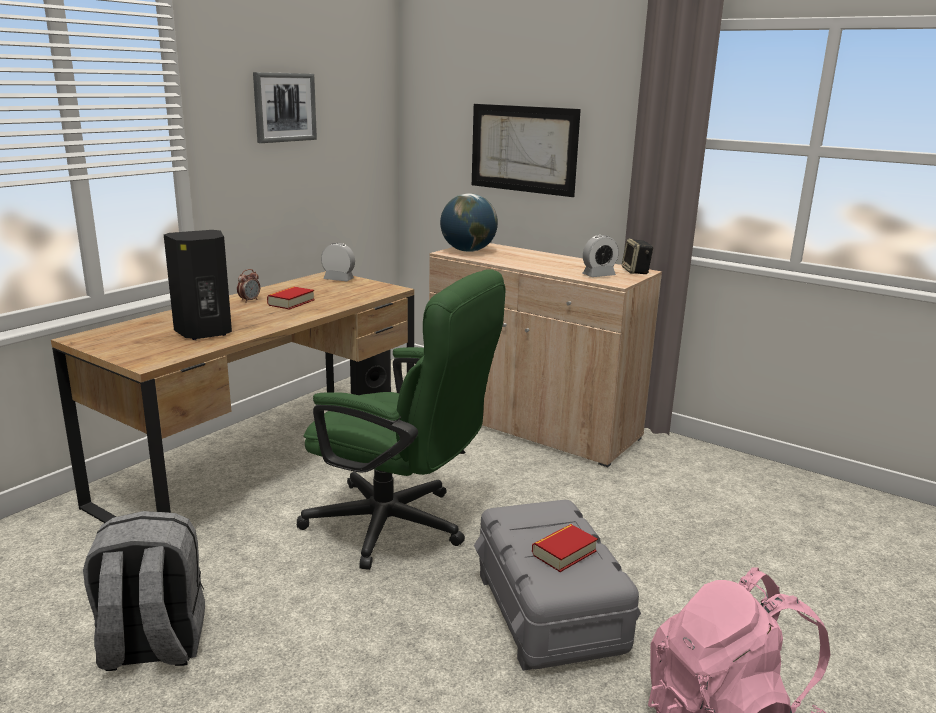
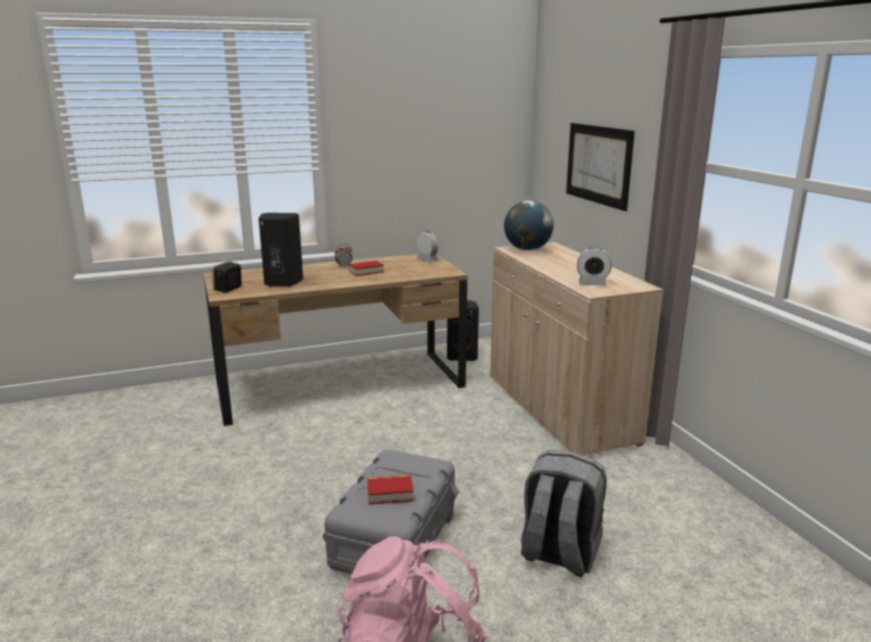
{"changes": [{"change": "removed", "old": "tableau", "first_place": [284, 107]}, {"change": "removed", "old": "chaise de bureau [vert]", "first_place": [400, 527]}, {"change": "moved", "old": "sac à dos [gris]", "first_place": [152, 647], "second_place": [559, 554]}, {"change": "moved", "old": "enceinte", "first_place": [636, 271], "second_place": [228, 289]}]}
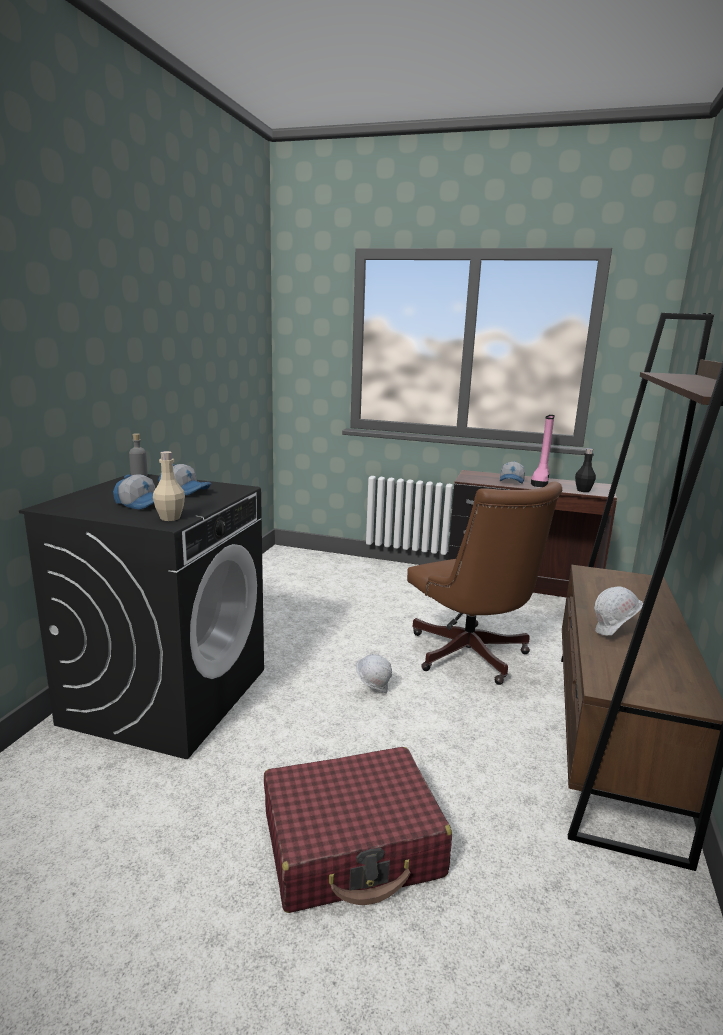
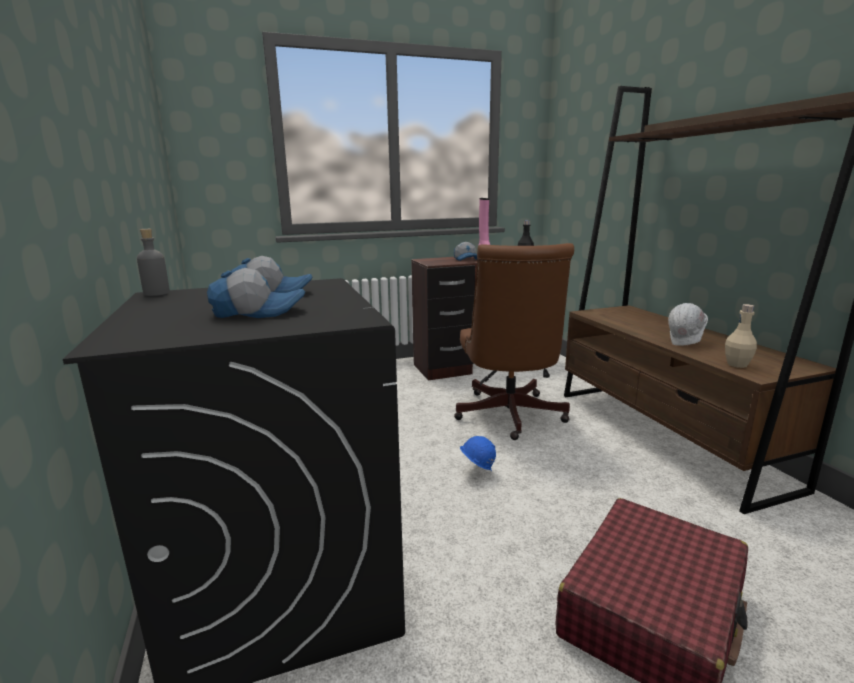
{"changes": [{"change": "moved", "old": "bouteille [beige]", "first_place": [170, 518], "second_place": [737, 364]}, {"change": "recoloured", "old": "casque de chantier [blanc]", "new": "casque de chantier [bleu]", "first_place": [373, 689], "second_place": [476, 472]}, {"change": "turned", "old": "chaise de bureau [marron]", "first_place": [471, 657], "second_place": [509, 417], "degrees": 60}]}
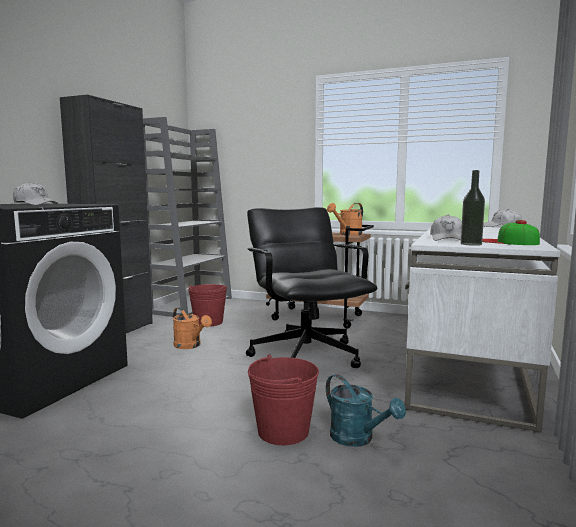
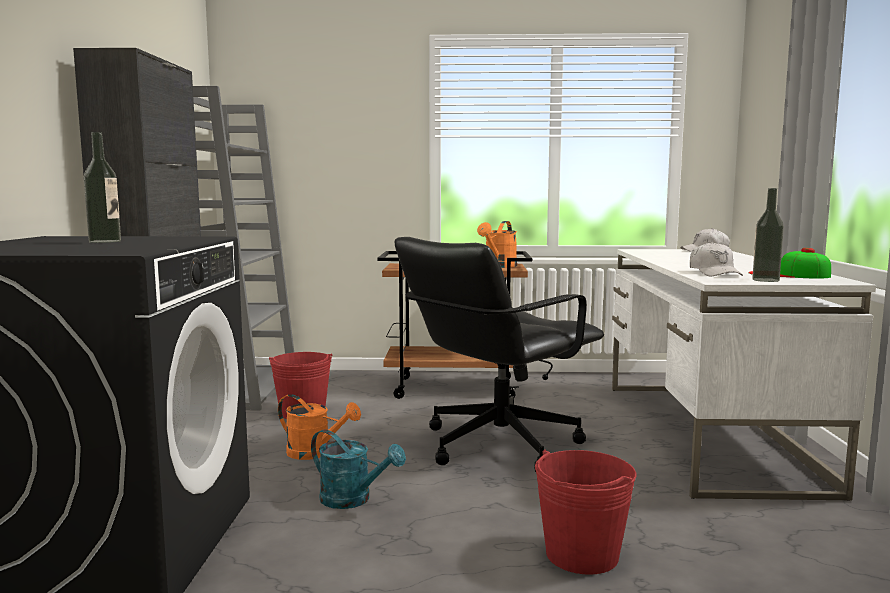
{"changes": [{"change": "moved", "old": "arrosoir [turquoise]", "first_place": [358, 439], "second_place": [353, 500]}, {"change": "replaced", "old": "casquette [blanc]", "new": "bouteille", "first_place": [35, 204], "second_place": [105, 241]}, {"change": "turned", "old": "chaise de bureau [noir]", "first_place": [306, 355], "second_place": [497, 445], "degrees": -90}]}
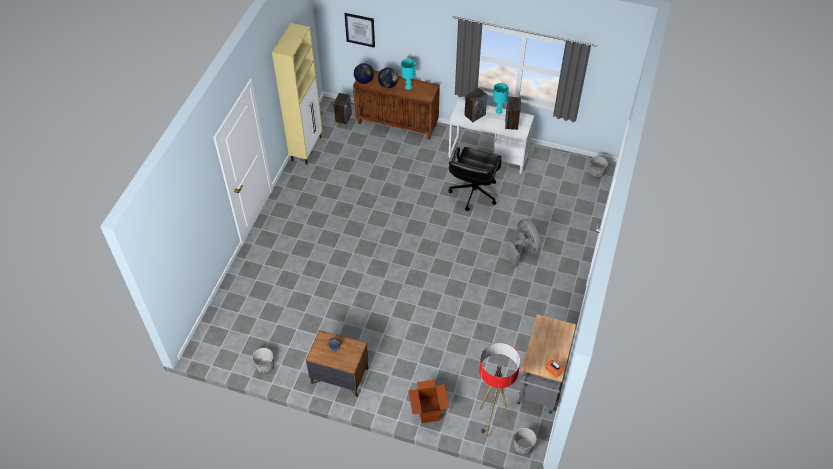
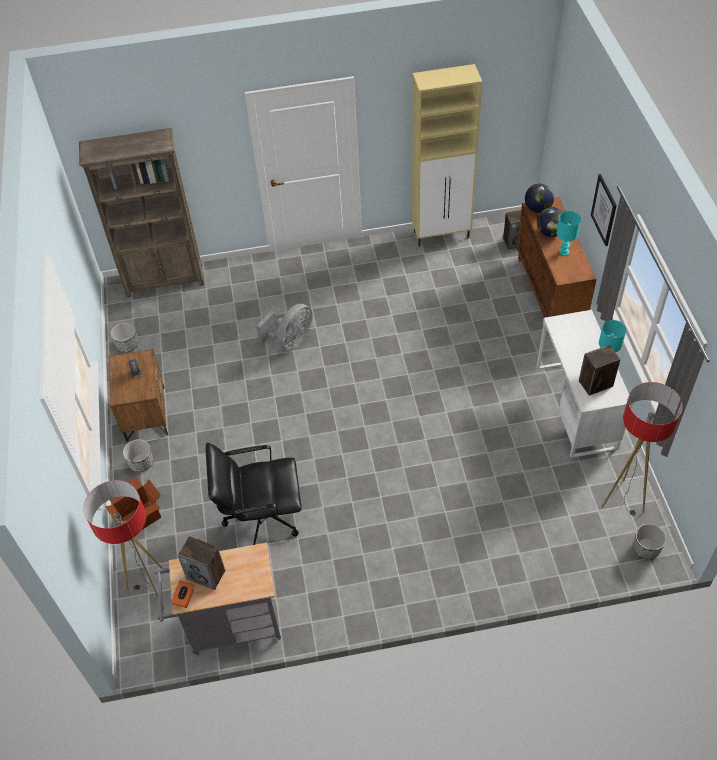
{"changes": [{"change": "added", "new": "bibliothèque [marron]", "second_place": [165, 280]}, {"change": "added", "new": "lampadaire", "second_place": [622, 500]}, {"change": "moved", "old": "tableau", "first_place": [360, 29], "second_place": [604, 210]}, {"change": "moved", "old": "chaise de bureau [noir]", "first_place": [473, 193], "second_place": [261, 518]}, {"change": "moved", "old": "enceinte", "first_place": [475, 115], "second_place": [206, 574]}, {"change": "moved", "old": "ventilateur [gris]", "first_place": [523, 250], "second_place": [290, 340]}, {"change": "moved", "old": "cache-pot", "first_place": [523, 446], "second_place": [141, 463]}]}
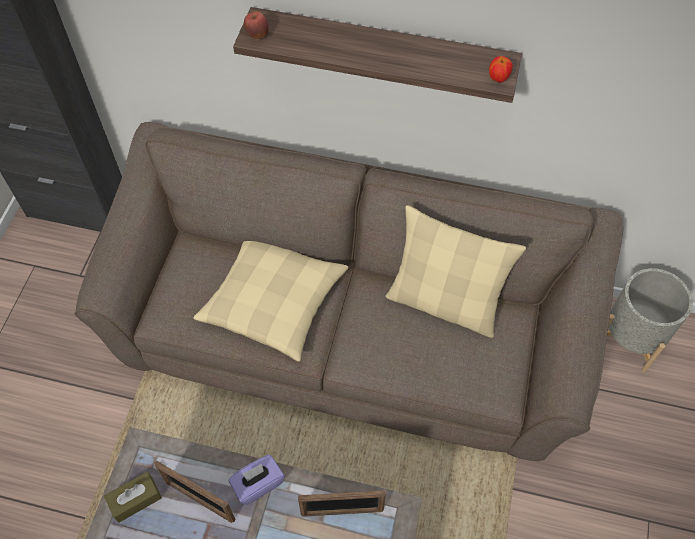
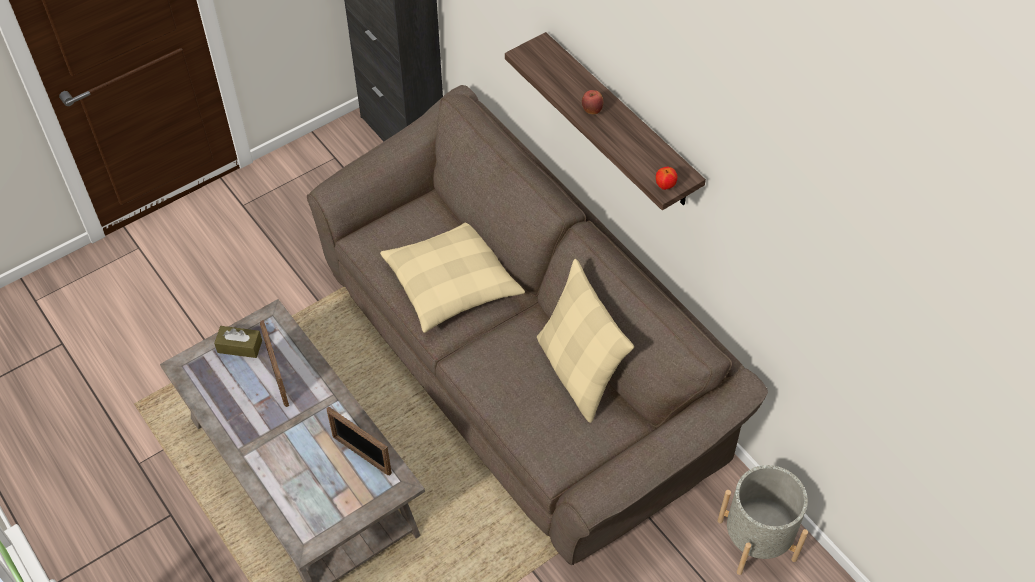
{"changes": [{"change": "removed", "old": "boîte à mouchoirs [violet]", "first_place": [258, 484]}, {"change": "moved", "old": "pomme", "first_place": [257, 35], "second_place": [592, 110]}]}
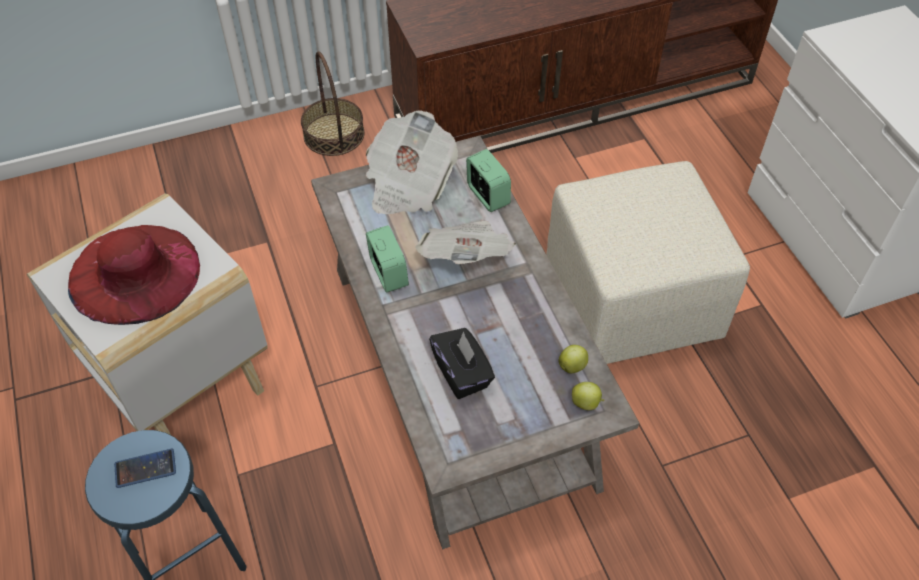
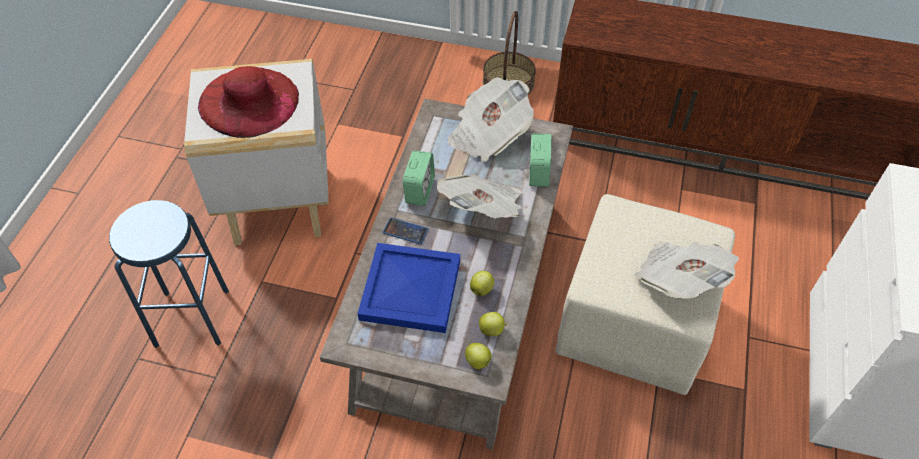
{"changes": [{"change": "added", "new": "pomme", "second_place": [482, 289]}, {"change": "added", "new": "journal", "second_place": [679, 280]}, {"change": "moved", "old": "téléphone", "first_place": [145, 468], "second_place": [405, 231]}, {"change": "replaced", "old": "boîte à mouchoirs [noir]", "new": "plateau [bleu]", "first_place": [462, 373], "second_place": [409, 288]}]}
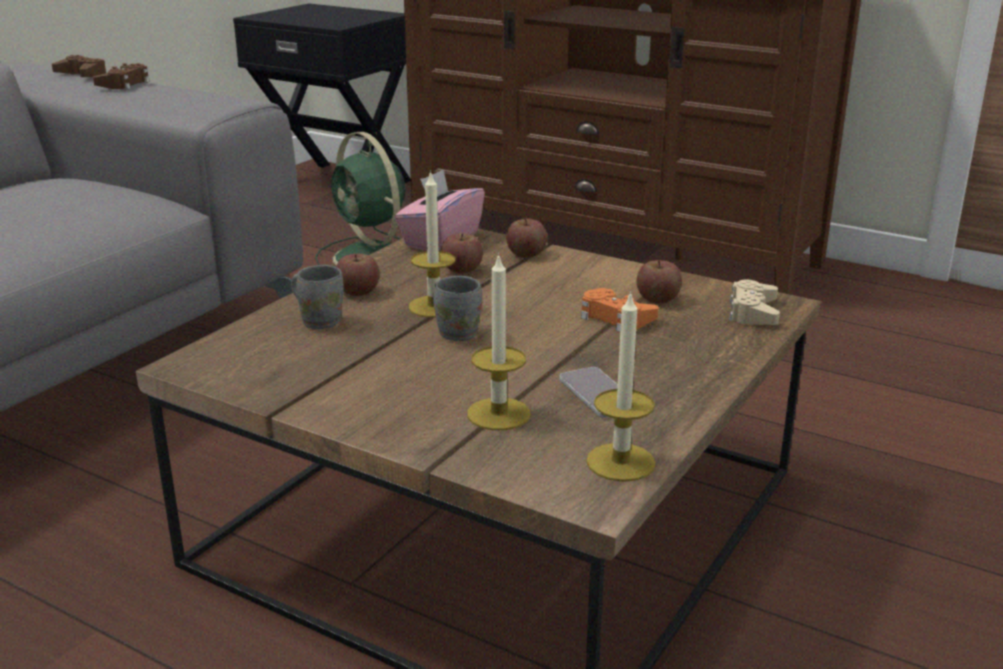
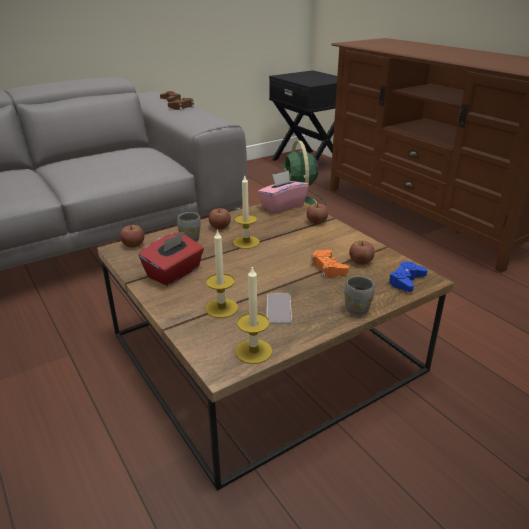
{"changes": [{"change": "added", "new": "boîte à mouchoirs [rouge]", "second_place": [174, 273]}, {"change": "moved", "old": "mug [gris]", "first_place": [461, 333], "second_place": [359, 310]}, {"change": "moved", "old": "pomme", "first_place": [462, 269], "second_place": [133, 244]}, {"change": "recoloured", "old": "manette [beige]", "new": "manette [bleu]", "first_place": [753, 312], "second_place": [406, 281]}]}
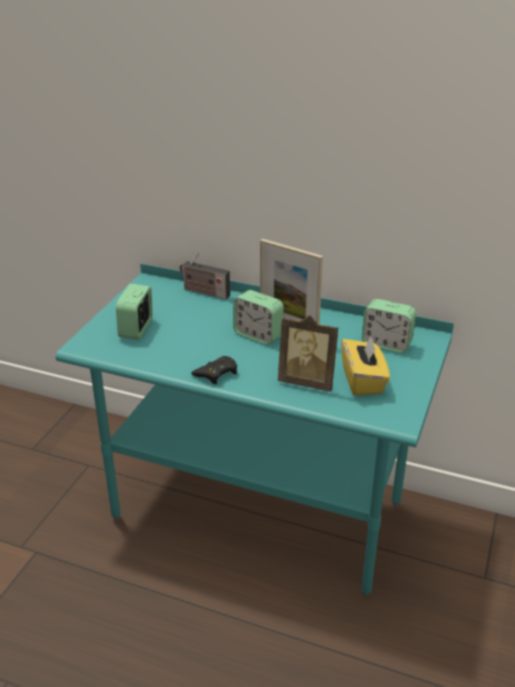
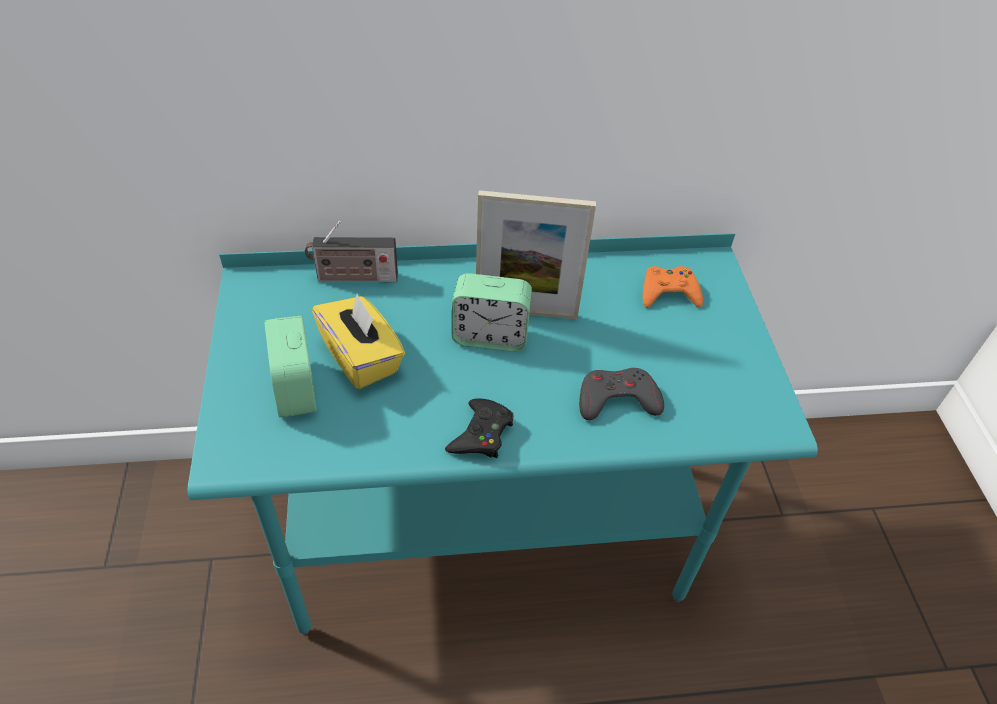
{"changes": [{"change": "moved", "old": "boîte à mouchoirs [jaune]", "first_place": [363, 381], "second_place": [362, 358]}, {"change": "replaced", "old": "cadre photo", "new": "manette [gris]", "first_place": [307, 381], "second_place": [617, 399]}, {"change": "replaced", "old": "réveil", "new": "manette [orange]", "first_place": [386, 344], "second_place": [668, 292]}]}
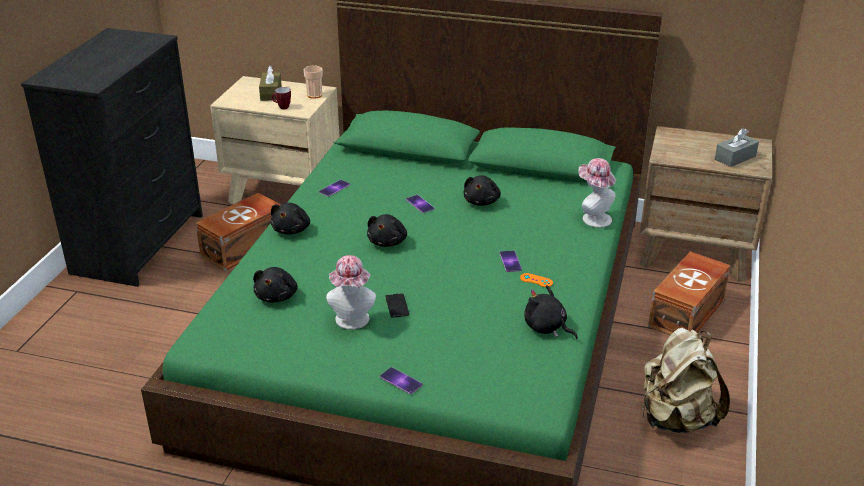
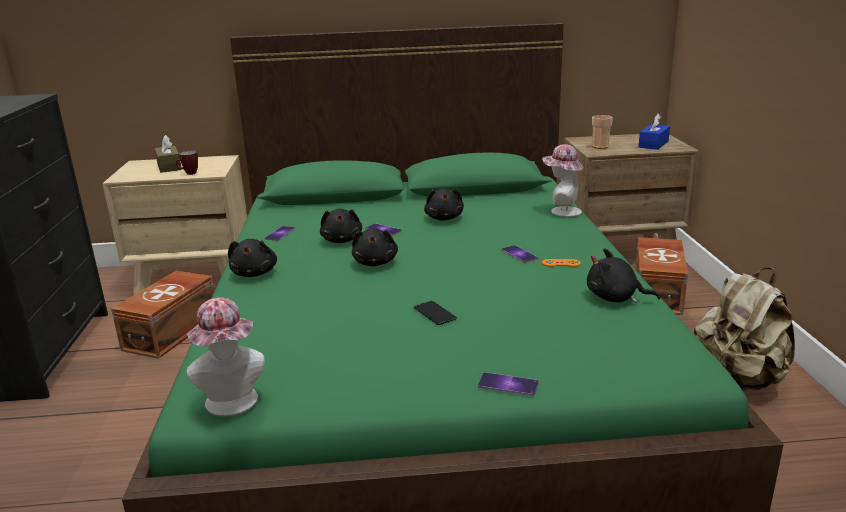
{"changes": [{"change": "moved", "old": "peluche [noir]", "first_place": [277, 296], "second_place": [342, 240]}, {"change": "moved", "old": "tasse", "first_place": [314, 95], "second_place": [600, 147]}, {"change": "moved", "old": "chapeau", "first_place": [352, 322], "second_place": [233, 405]}, {"change": "recoloured", "old": "boîte à mouchoirs [gris]", "new": "boîte à mouchoirs [bleu]", "first_place": [735, 158], "second_place": [653, 144]}]}
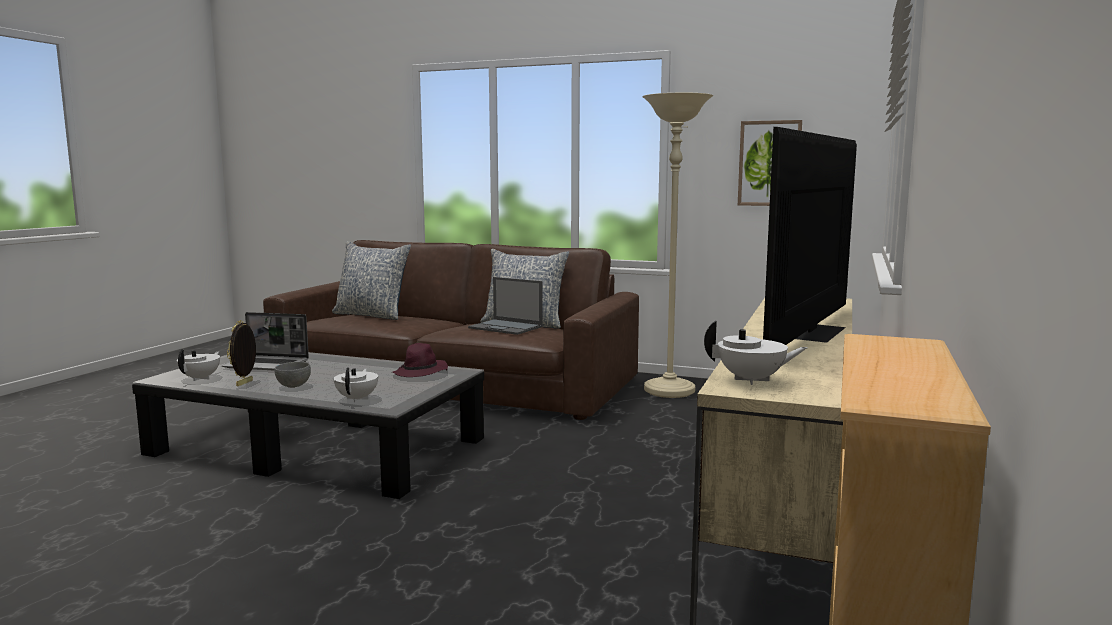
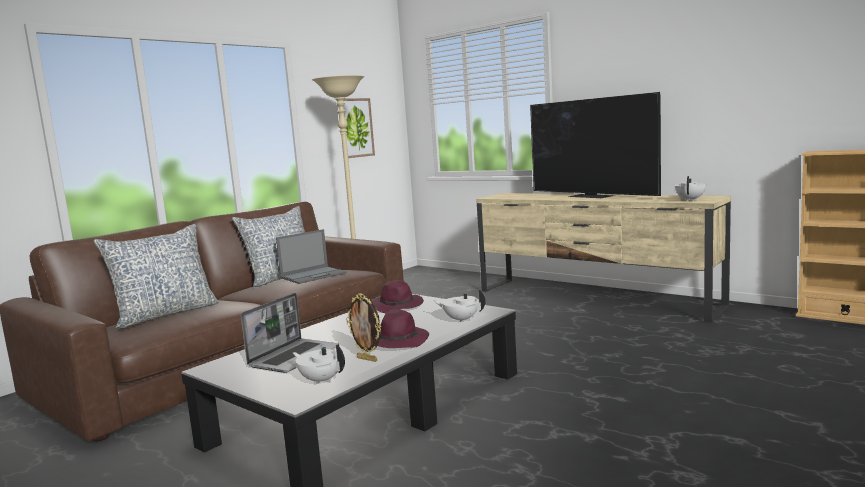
{"changes": [{"change": "replaced", "old": "bol [gris]", "new": "chapeau [violet]", "first_place": [294, 386], "second_place": [399, 341]}]}
